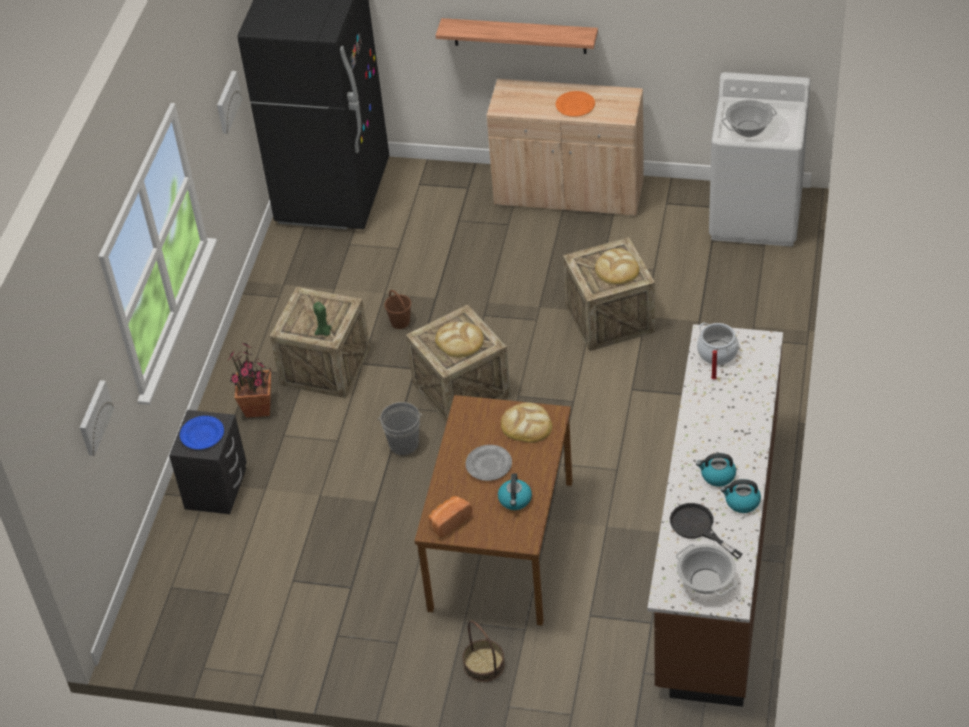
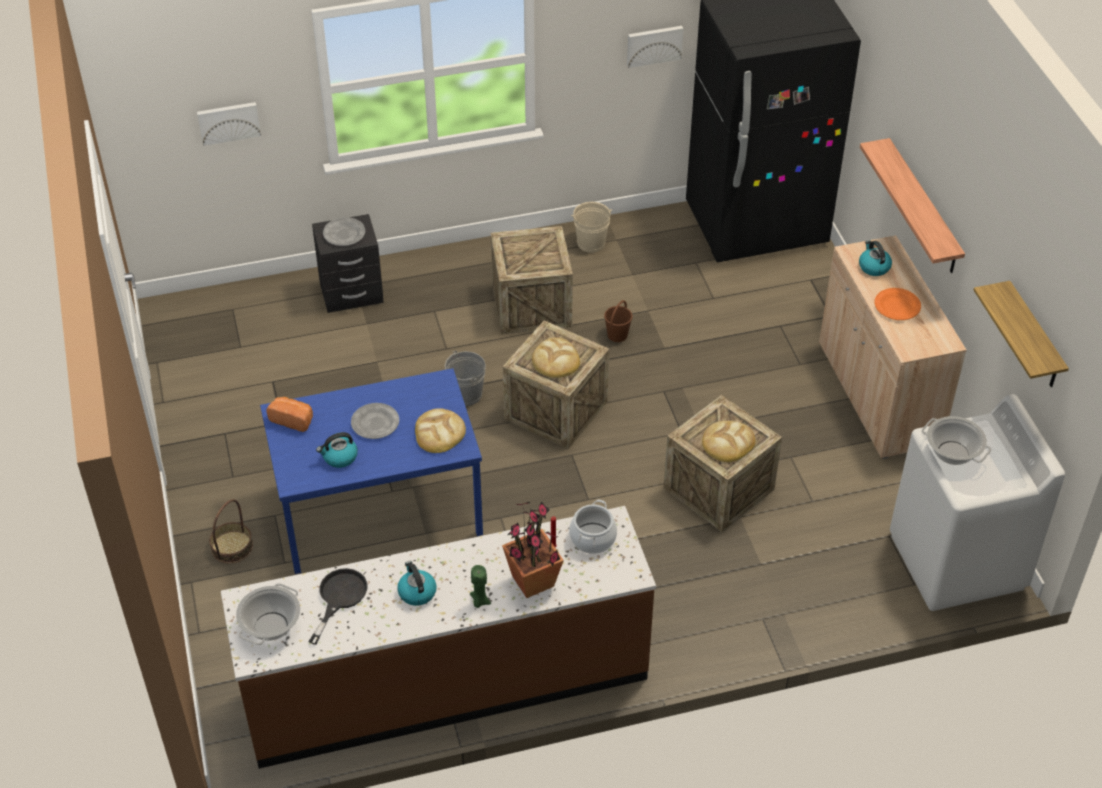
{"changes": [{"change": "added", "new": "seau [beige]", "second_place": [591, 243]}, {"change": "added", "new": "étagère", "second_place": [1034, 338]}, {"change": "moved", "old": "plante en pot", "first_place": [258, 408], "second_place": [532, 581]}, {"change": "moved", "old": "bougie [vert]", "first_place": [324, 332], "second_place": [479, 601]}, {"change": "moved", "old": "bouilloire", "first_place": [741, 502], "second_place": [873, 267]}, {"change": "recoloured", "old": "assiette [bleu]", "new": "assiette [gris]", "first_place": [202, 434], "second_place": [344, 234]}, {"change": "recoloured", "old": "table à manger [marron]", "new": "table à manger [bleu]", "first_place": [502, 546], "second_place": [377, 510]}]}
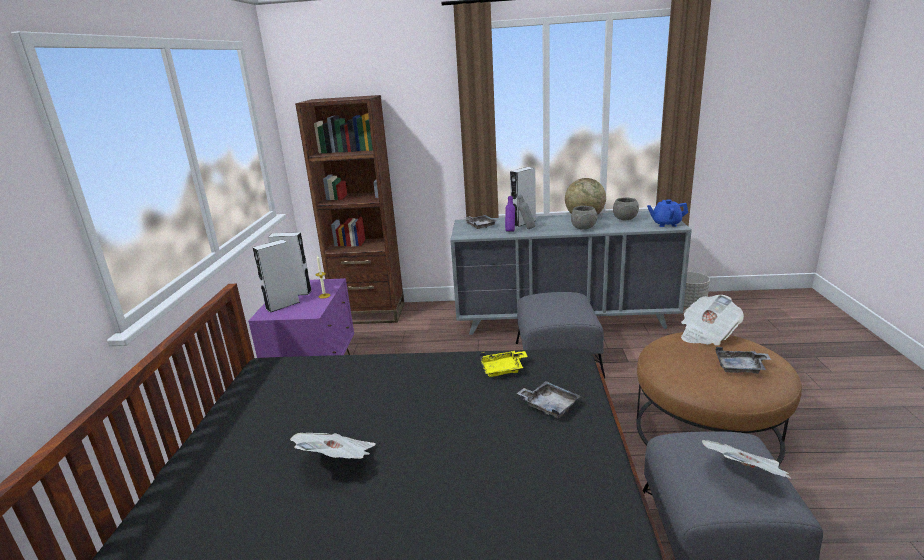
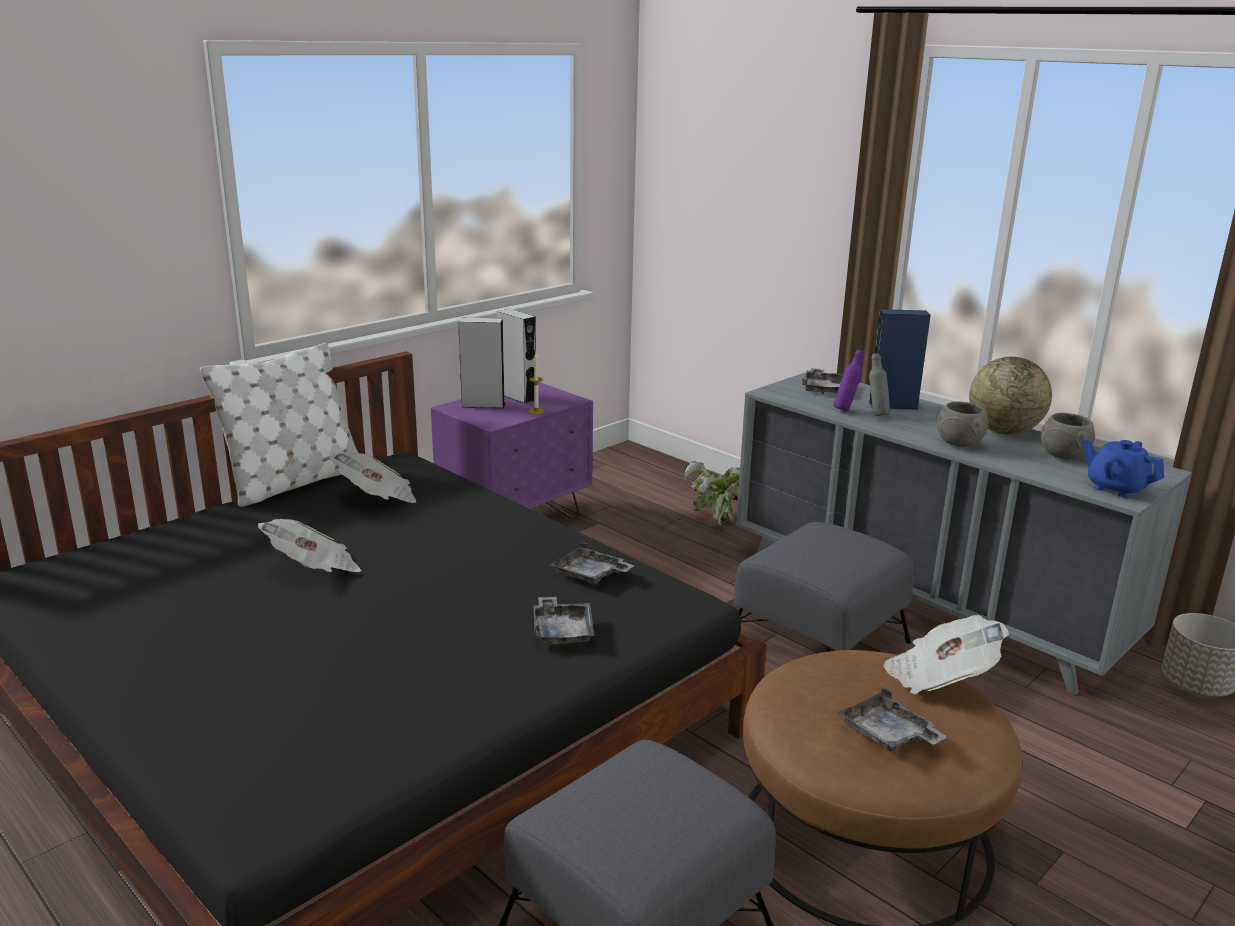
{"changes": [{"change": "removed", "old": "bibliothèque [marron]", "first_place": [369, 313]}, {"change": "added", "new": "coussin [blanc]", "second_place": [293, 482]}, {"change": "added", "new": "plante en pot", "second_place": [714, 517]}, {"change": "moved", "old": "journal", "first_place": [745, 475], "second_place": [378, 497]}, {"change": "recoloured", "old": "plateau [jaune]", "new": "plateau [gris]", "first_place": [503, 369], "second_place": [590, 575]}, {"change": "recoloured", "old": "enceinte [gris]", "new": "enceinte [bleu]", "first_place": [523, 222], "second_place": [893, 405]}]}
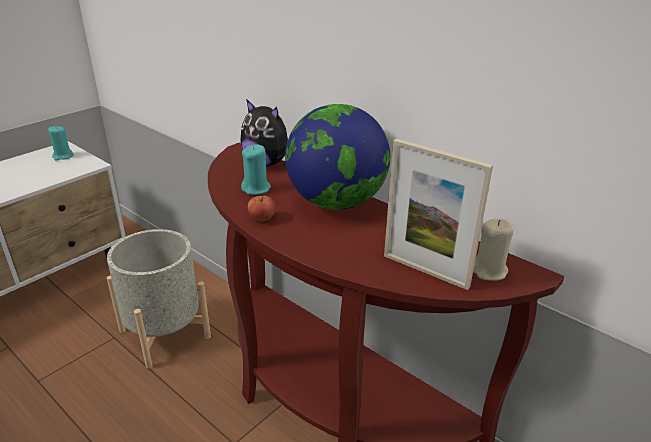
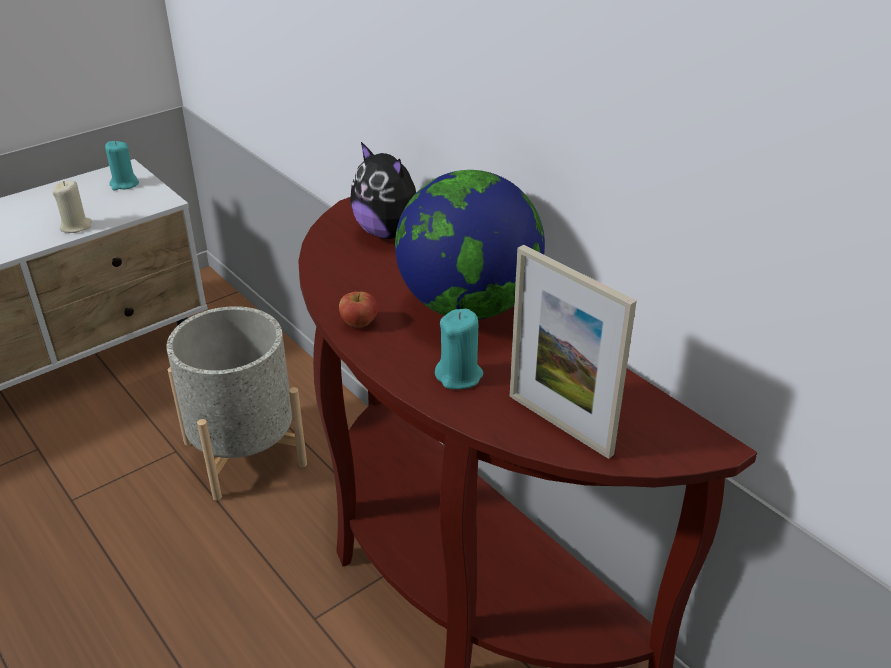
{"changes": [{"change": "moved", "old": "bougie [turquoise]", "first_place": [256, 189], "second_place": [459, 376]}, {"change": "moved", "old": "bougie [beige]", "first_place": [489, 271], "second_place": [76, 226]}]}
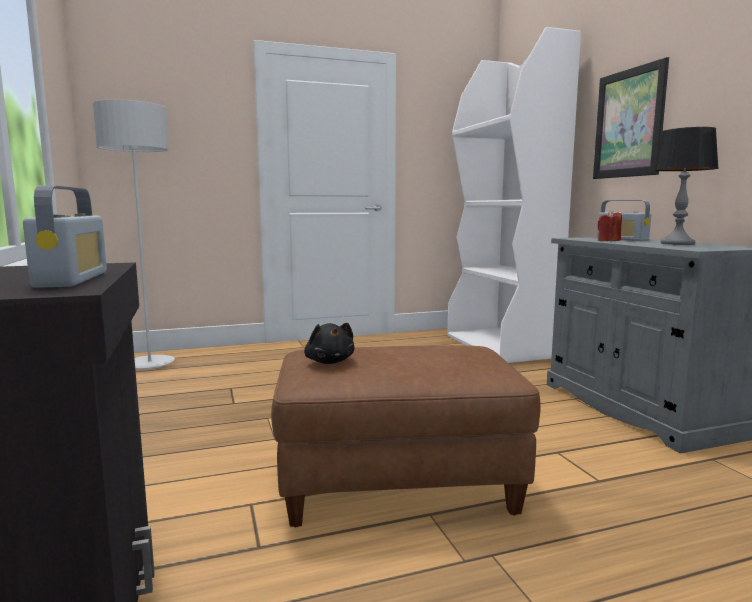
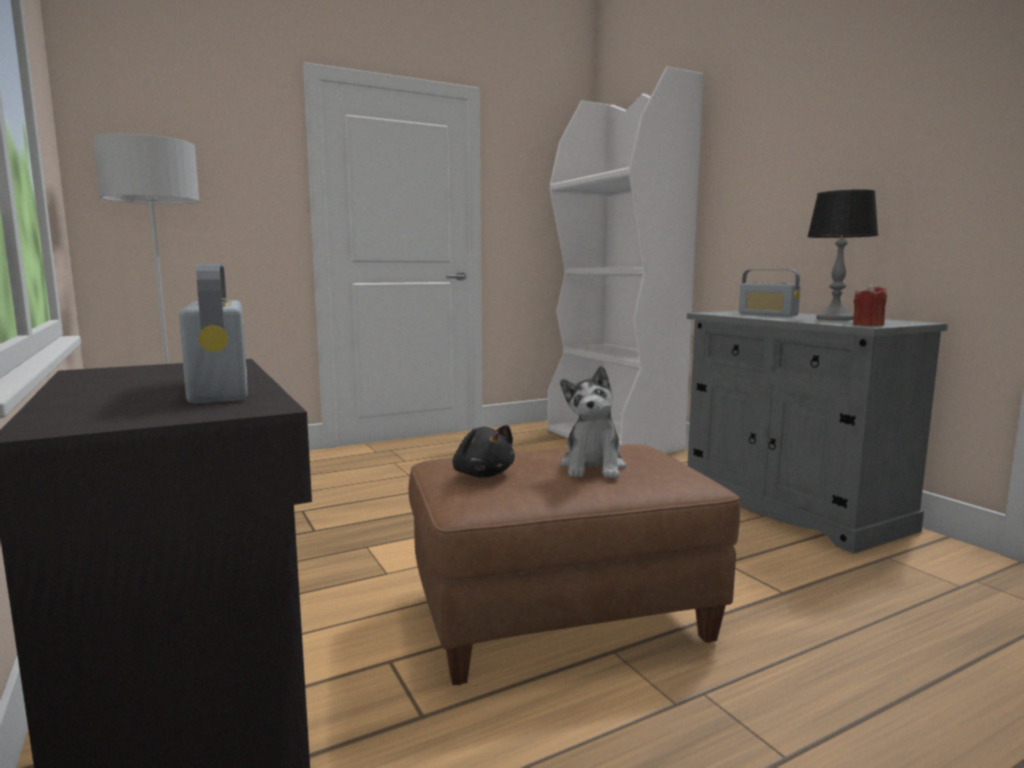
{"changes": [{"change": "removed", "old": "tableau", "first_place": [628, 123]}, {"change": "added", "new": "peluche", "second_place": [593, 467]}, {"change": "moved", "old": "bougie [rouge]", "first_place": [608, 241], "second_place": [868, 325]}]}
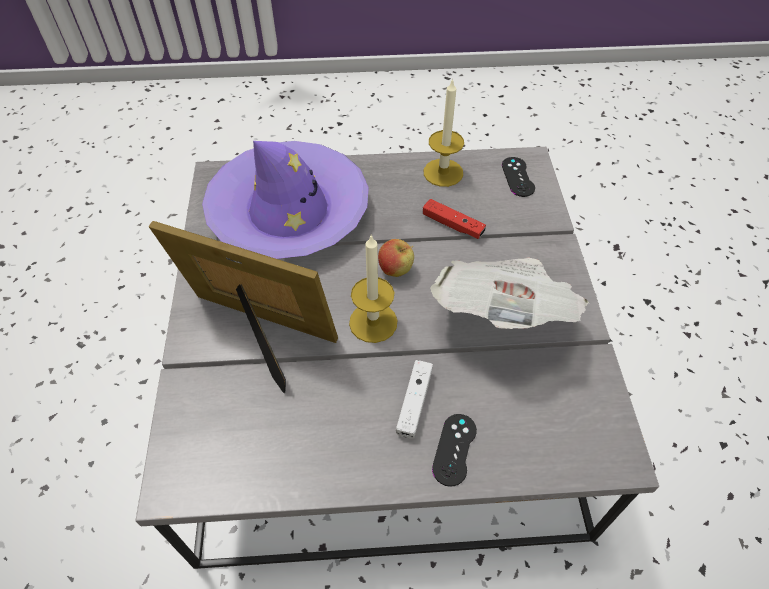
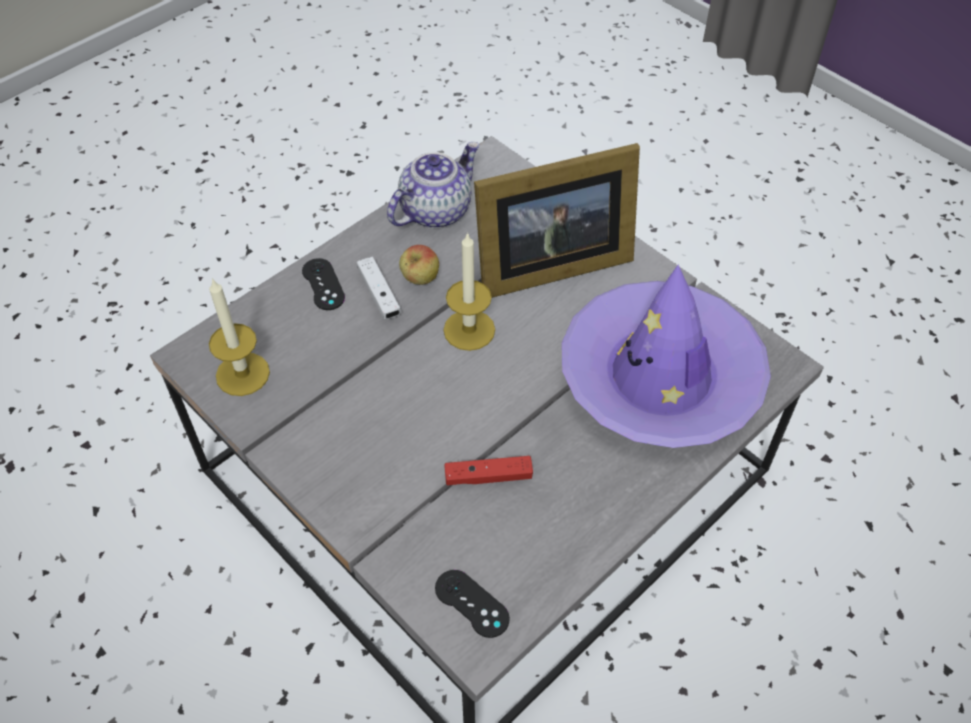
{"changes": [{"change": "removed", "old": "journal", "first_place": [503, 312]}, {"change": "added", "new": "théière", "second_place": [435, 210]}, {"change": "moved", "old": "pomme", "first_place": [395, 270], "second_place": [420, 280]}, {"change": "moved", "old": "bougie", "first_place": [443, 172], "second_place": [242, 374]}]}
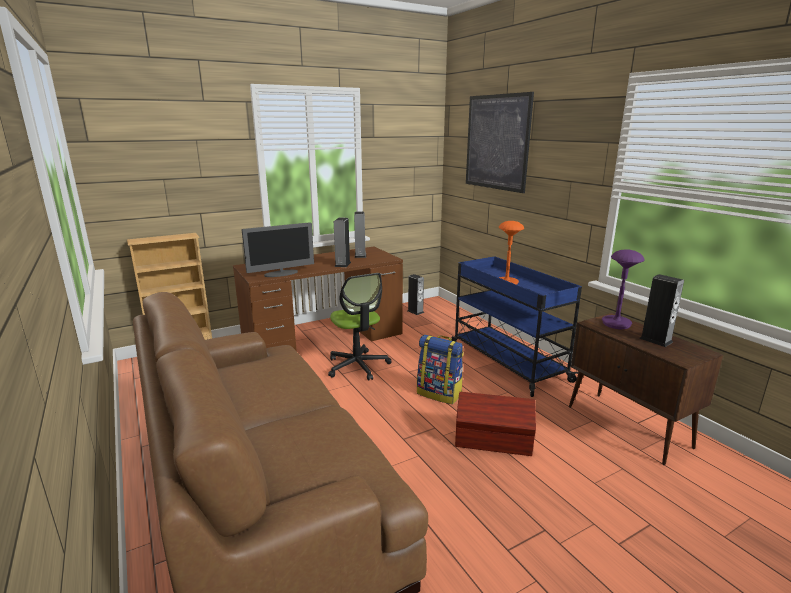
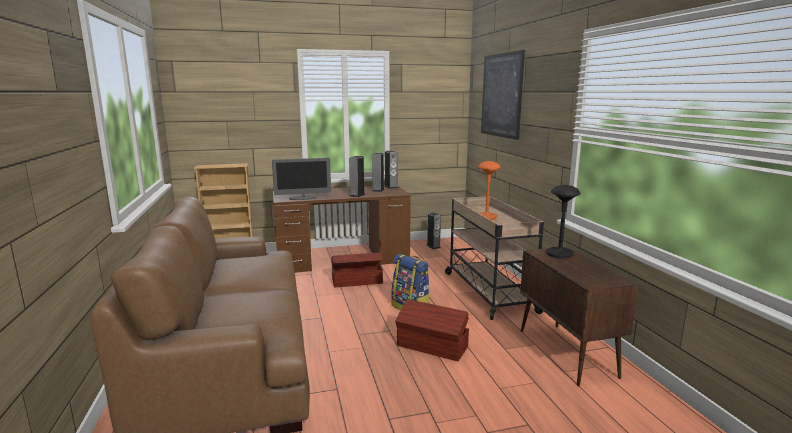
{"changes": [{"change": "moved", "old": "enceinte", "first_place": [655, 340], "second_place": [391, 187]}, {"change": "replaced", "old": "chaise de bureau", "new": "boîte de rangement [marron]", "first_place": [358, 366], "second_place": [356, 281]}, {"change": "recoloured", "old": "chariot [bleu]", "new": "chariot [beige]", "first_place": [506, 361], "second_place": [488, 291]}, {"change": "recoloured", "old": "lampe de table [violet]", "new": "lampe de table [noir]", "first_place": [616, 323], "second_place": [559, 254]}]}
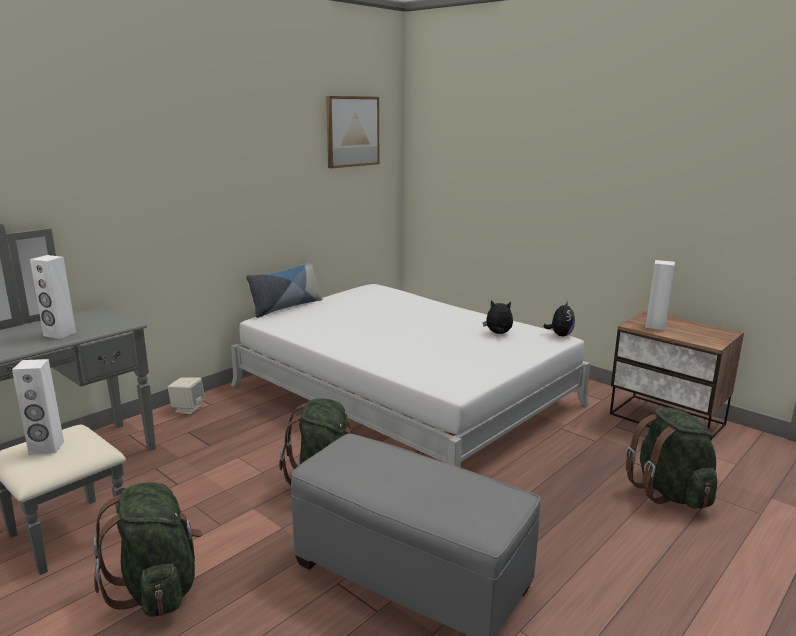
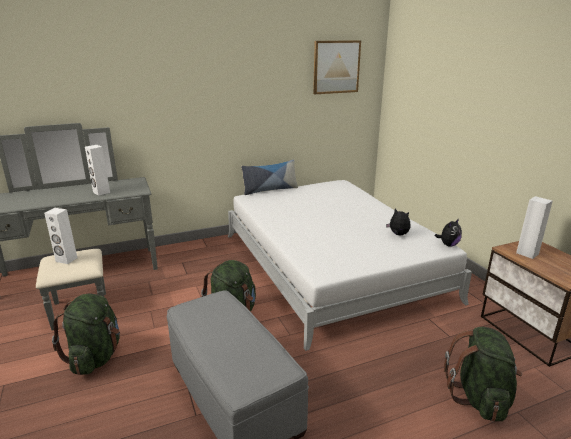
{"changes": [{"change": "removed", "old": "enceinte [beige]", "first_place": [188, 408]}]}
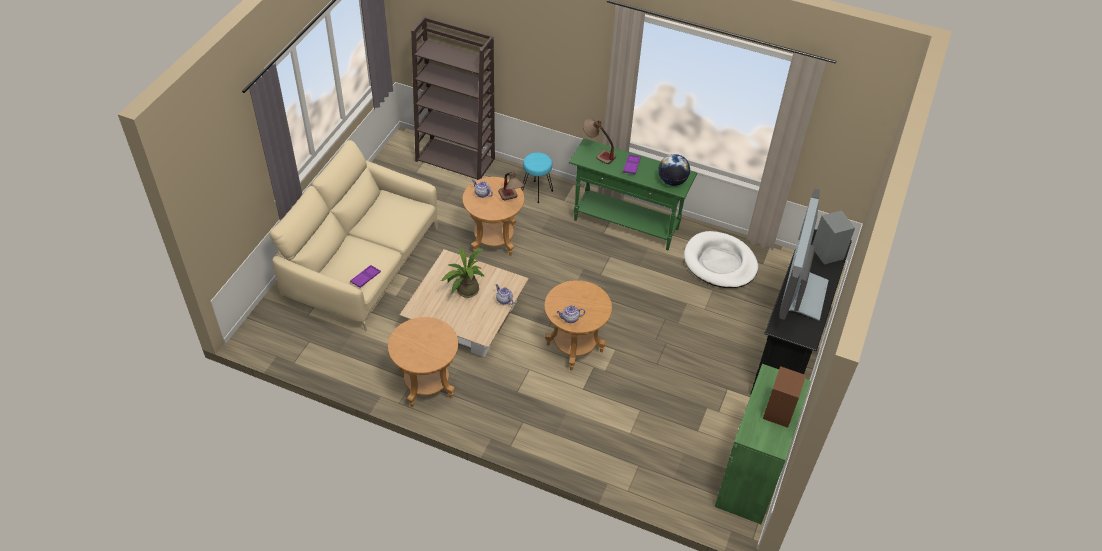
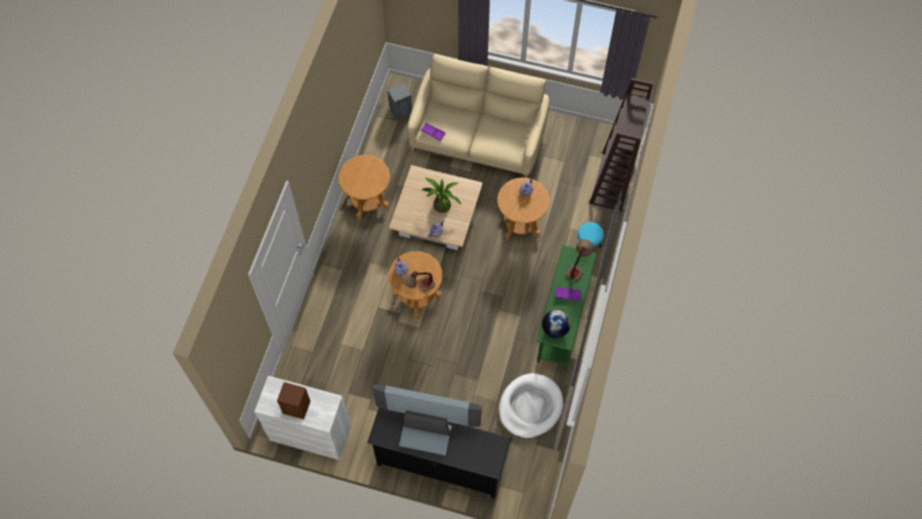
{"changes": [{"change": "moved", "old": "lampe de table", "first_place": [511, 200], "second_place": [418, 287]}, {"change": "moved", "old": "enceinte [gris]", "first_place": [827, 252], "second_place": [401, 110]}, {"change": "recoloured", "old": "meuble de rangement [vert]", "new": "meuble de rangement [blanc]", "first_place": [750, 476], "second_place": [310, 433]}]}
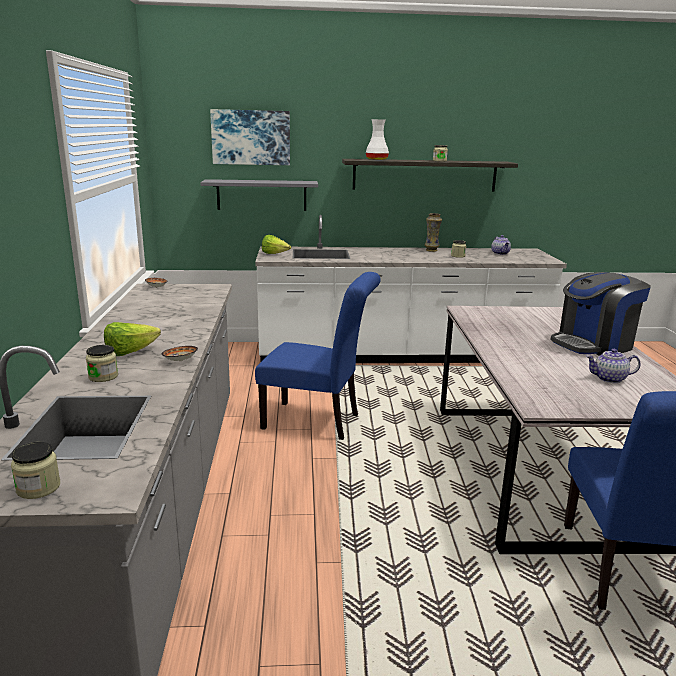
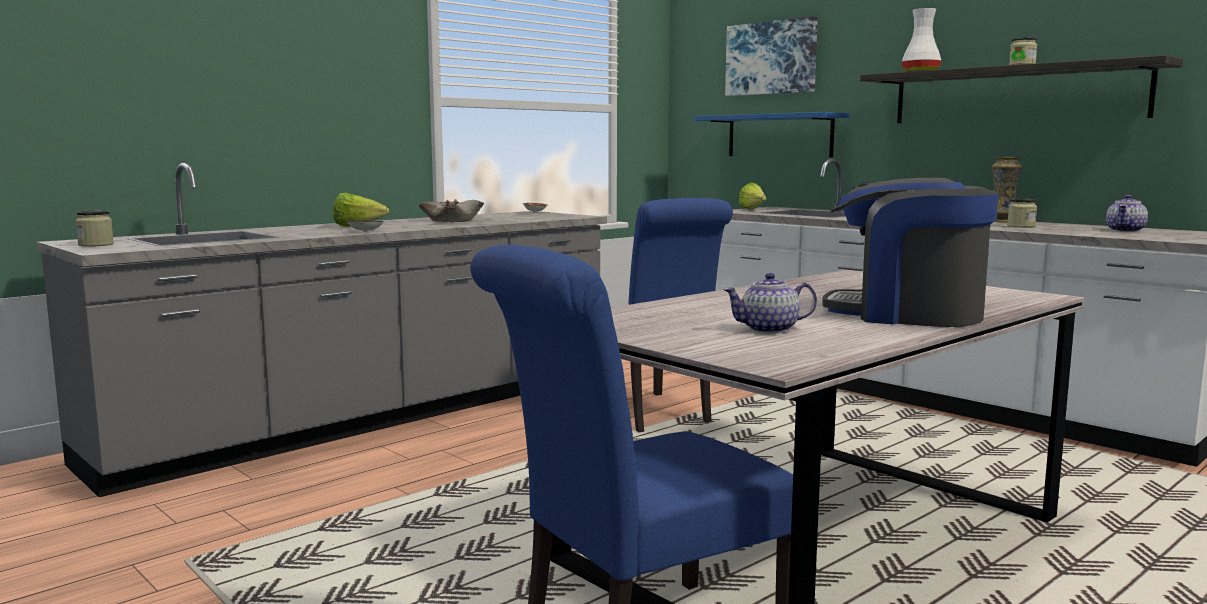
{"changes": [{"change": "removed", "old": "bocal", "first_place": [103, 376]}, {"change": "added", "new": "bol [beige]", "second_place": [451, 221]}, {"change": "recoloured", "old": "étagère [gris]", "new": "étagère [bleu]", "first_place": [261, 195], "second_place": [779, 135]}, {"change": "turned", "old": "théière", "first_place": [609, 379], "second_place": [768, 329], "degrees": -60}]}
